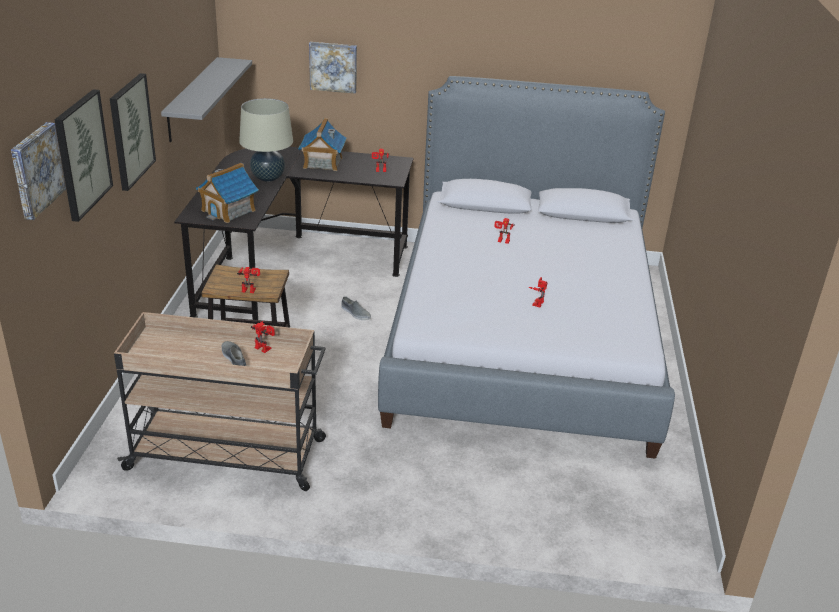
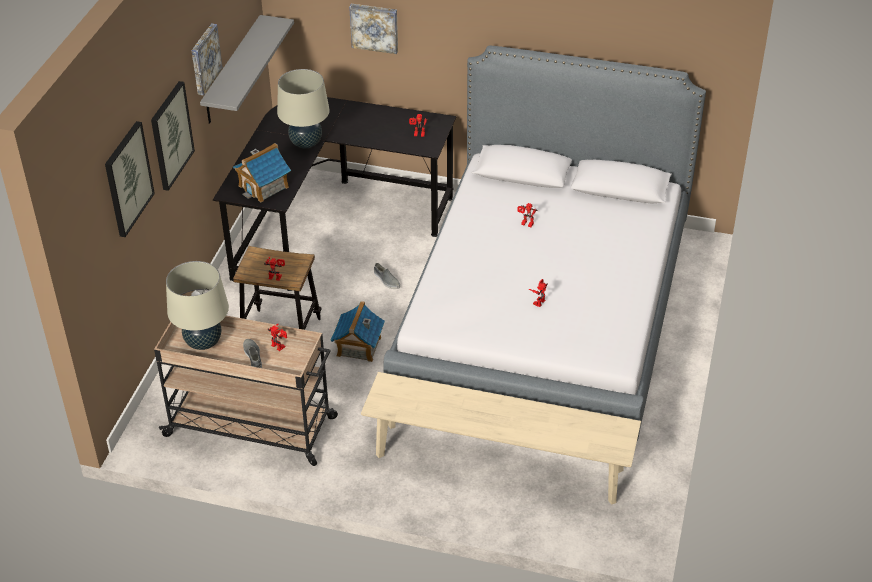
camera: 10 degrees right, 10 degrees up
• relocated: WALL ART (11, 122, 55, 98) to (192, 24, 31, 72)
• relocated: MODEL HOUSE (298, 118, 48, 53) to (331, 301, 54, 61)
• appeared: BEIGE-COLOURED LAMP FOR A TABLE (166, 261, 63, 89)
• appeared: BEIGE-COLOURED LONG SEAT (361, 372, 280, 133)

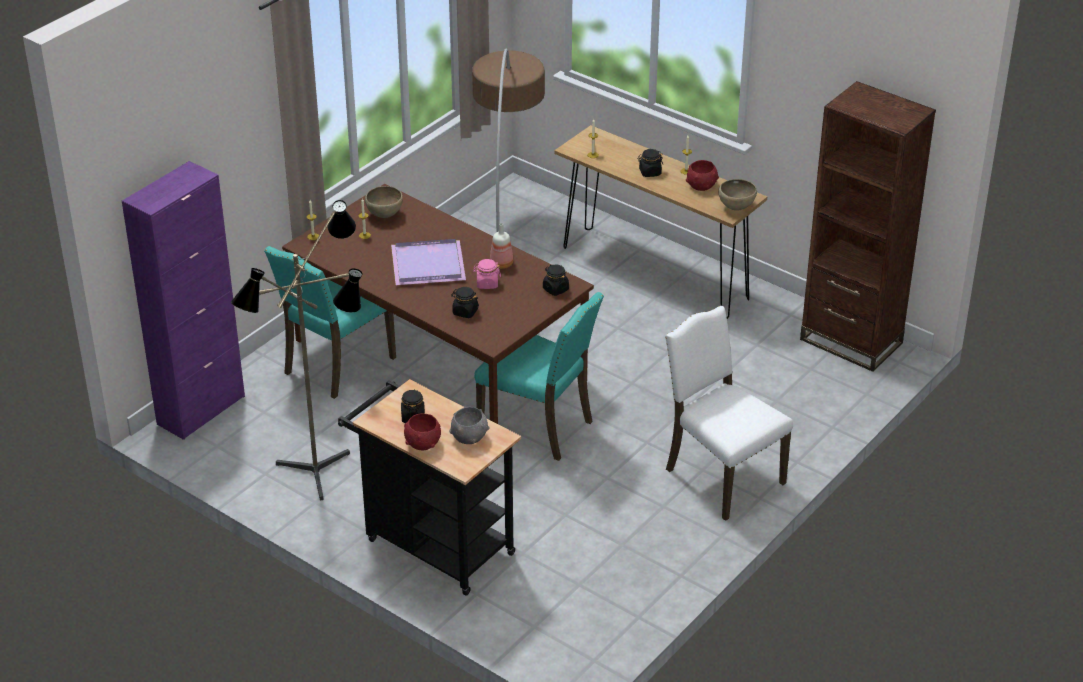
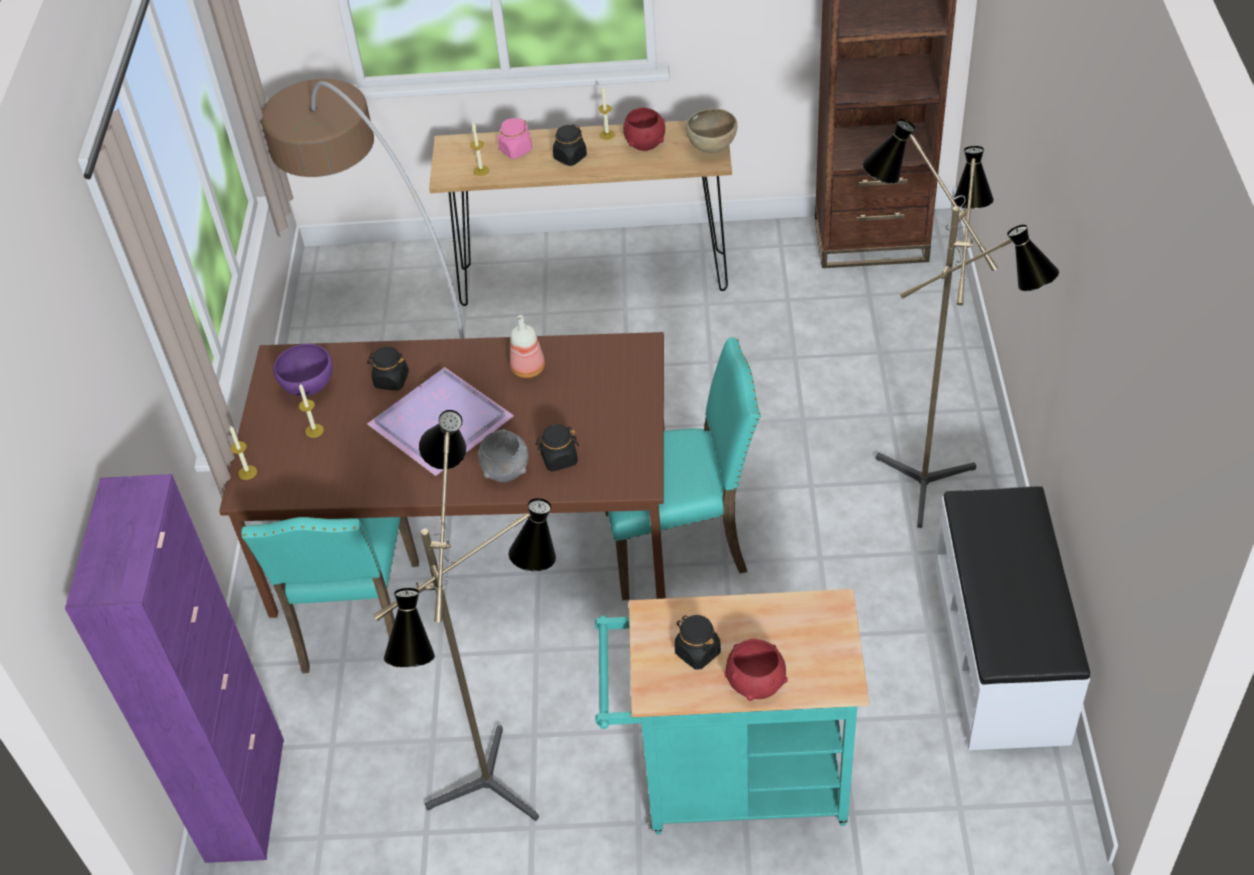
camera: 35 degrees left, 10 degrees up
• colour: BLACK CART (338, 379, 183, 217) to TURQUOISE CART (595, 589, 274, 245)
• colour: BROWN DEEP DISH (365, 186, 38, 32) to PURPLE DEEP DISH (273, 344, 60, 52)
• relocated: GREYISH DEEP DISH (449, 407, 41, 37) to (478, 429, 51, 53)
• relocated: PINK PRESERVE JAR (473, 259, 28, 30) to (497, 118, 35, 41)
• relocated: BLACK PRESERVE JAR (543, 265, 26, 31) to (367, 347, 42, 43)
• exchanged: WHITISH CHAIR (665, 306, 128, 215) to STANDARD LAMP (862, 119, 197, 409)
• appeared: WHITISH LONG SEAT (934, 486, 156, 264)

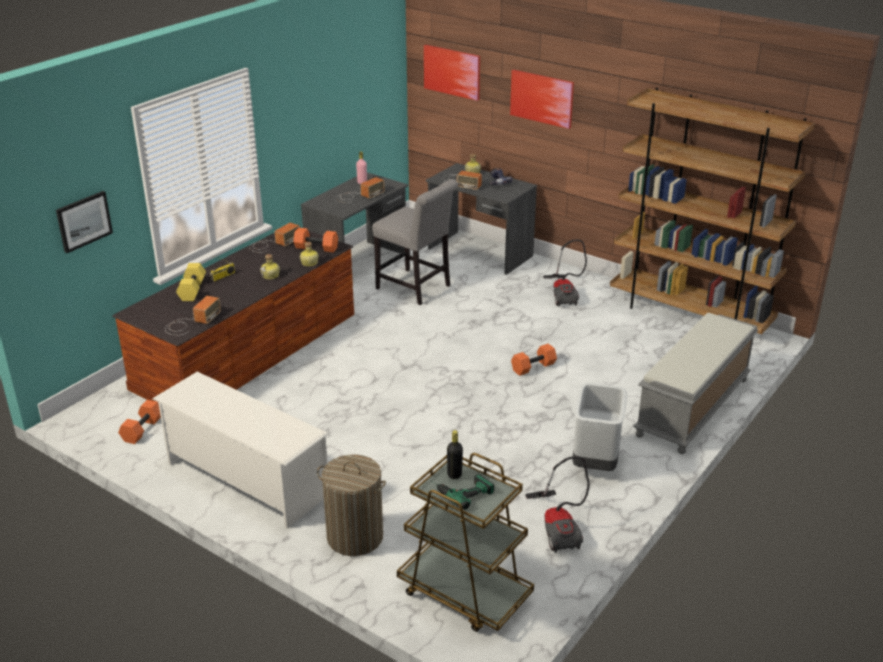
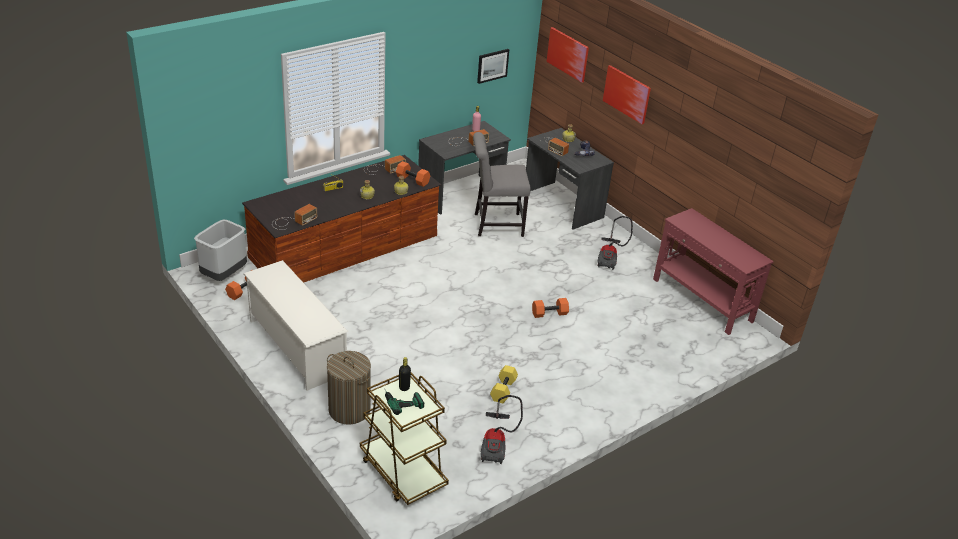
camera: 15 degrees right, 5 degrees up
• relocated: WALL ART (56, 191, 57, 62) to (477, 49, 32, 35)
• relocated: YELLOWISH DUMBBELL (176, 263, 30, 38) to (490, 365, 28, 38)
• spun: GREYISH CHAIR (372, 179, 86, 126) = (473, 132, 58, 105) 120 degrees clockwise
• relocated: GREYISH RUBBISH BIN (573, 383, 54, 88) to (194, 219, 53, 62)
• exchanged: BROWN SHELVING UNIT (610, 88, 205, 246) to RED HALL TABLE (653, 208, 121, 127)
• missing: GREYISH LONG SEAT (633, 313, 125, 141)

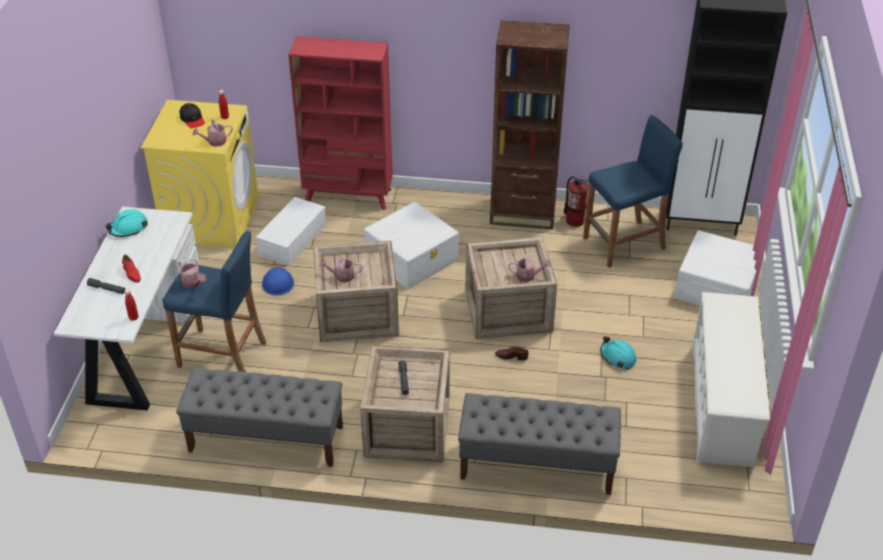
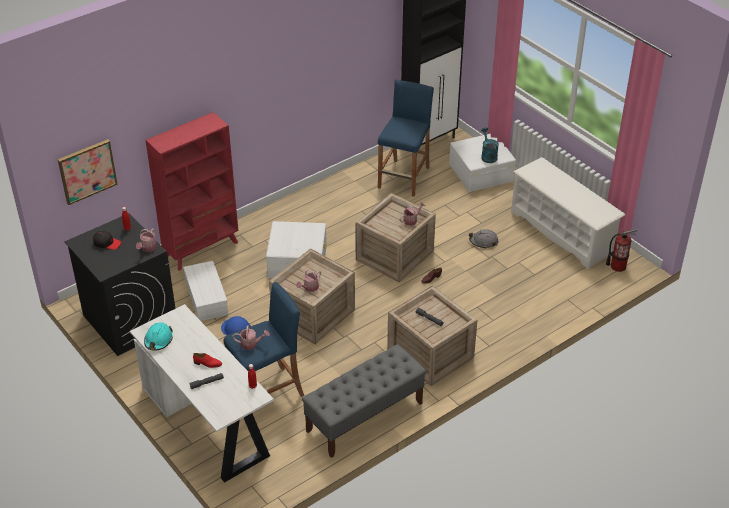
camera: 45 degrees left, 0 degrees up
• colour: YELLOWISH LAUNDRY APPLIANCE (141, 100, 118, 148) to BLACK LAUNDRY APPLIANCE (64, 213, 112, 143)
• missing: GREYISH LONG SEAT (458, 393, 163, 102)
• missing: BROWN SHELVING UNIT (490, 20, 80, 209)
• relocated: FIRE EXTINGUISHER (564, 176, 25, 51) to (606, 229, 31, 43)
• colour: TURQUOISE WORK HELMET (601, 336, 36, 33) to GREYISH WORK HELMET (469, 229, 29, 19)
• appeared: WALL ART (58, 139, 60, 66)
• appeared: TURQUOISE SPRINKLING CAN (481, 127, 18, 36)

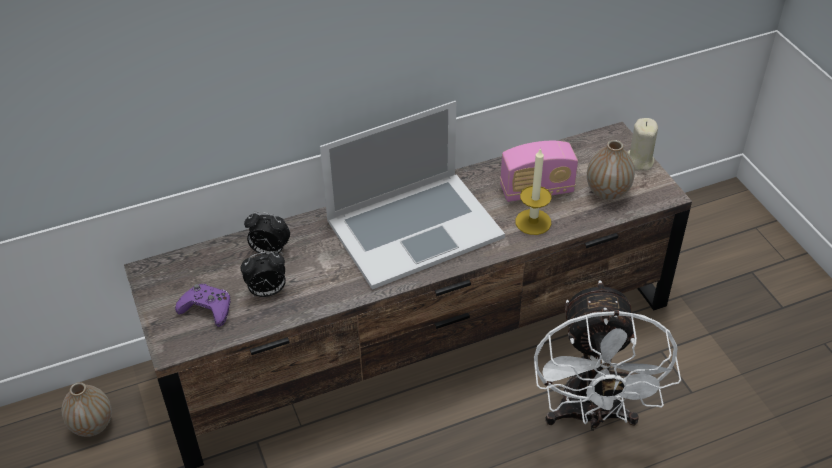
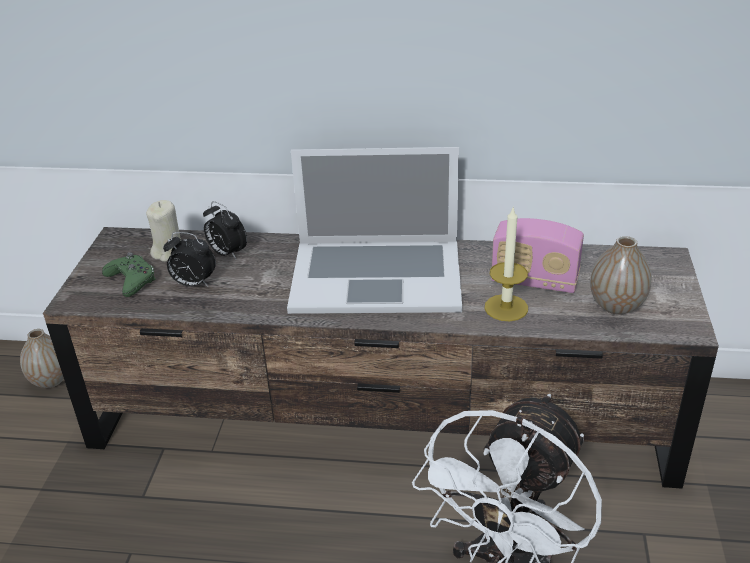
camera: 30 degrees right, 10 degrees down
• colour: PURPLE GAME CONTROLLER (175, 284, 56, 43) to GREEN GAME CONTROLLER (102, 253, 54, 44)
• relocated: BEIGE-COLOURED CANDLE (628, 118, 30, 52) to (146, 200, 35, 62)

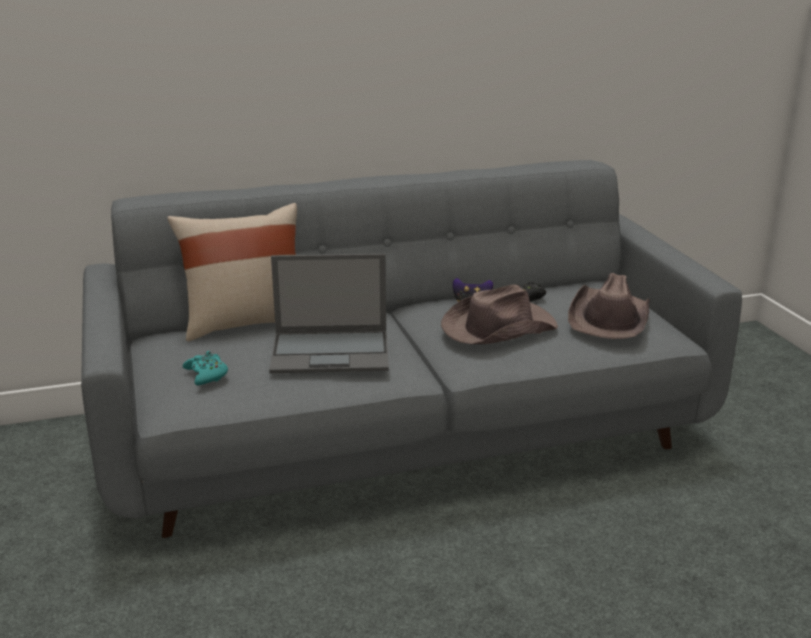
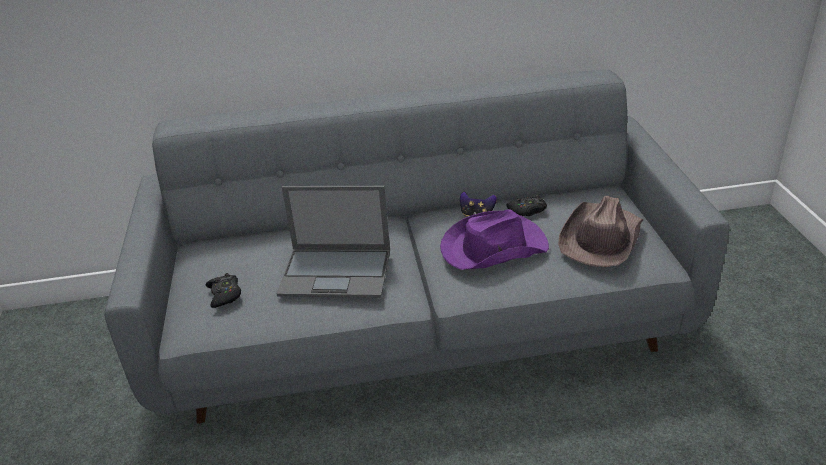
camera: 10 degrees right, 10 degrees up
• missing: BEIGE-COLOURED THROW PILLOW (167, 203, 130, 138)
• colour: TURQUOISE GAME CONTROLLER (182, 351, 46, 34) to BLACK GAME CONTROLLER (205, 273, 36, 35)
• colour: BROWN CLOTHING HAT (441, 284, 117, 60) to PURPLE CLOTHING HAT (440, 209, 109, 61)

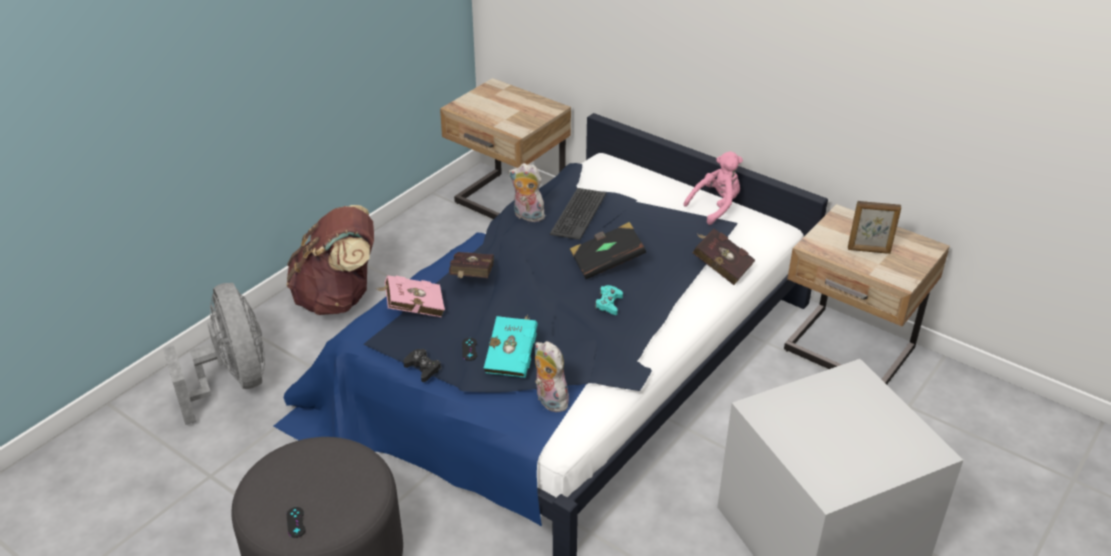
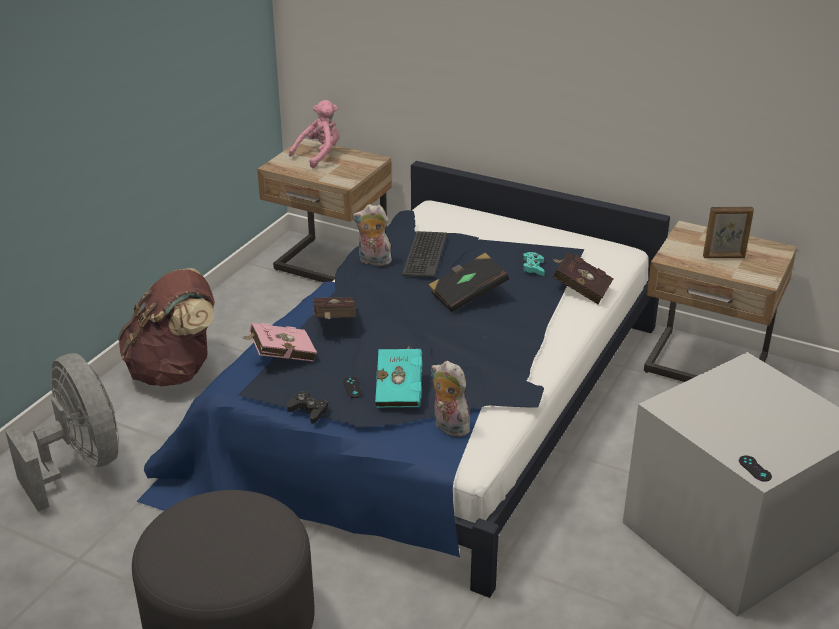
camera: 10 degrees left, 5 degrees down
• relocated: BLACK GAME CONTROLLER (287, 507, 19, 31) to (739, 455, 33, 27)
• relocated: TURQUOISE GAME CONTROLLER (595, 285, 28, 30) to (523, 252, 22, 24)
• relocated: PINK CUDDLY TOY (683, 151, 60, 74) to (289, 100, 50, 68)

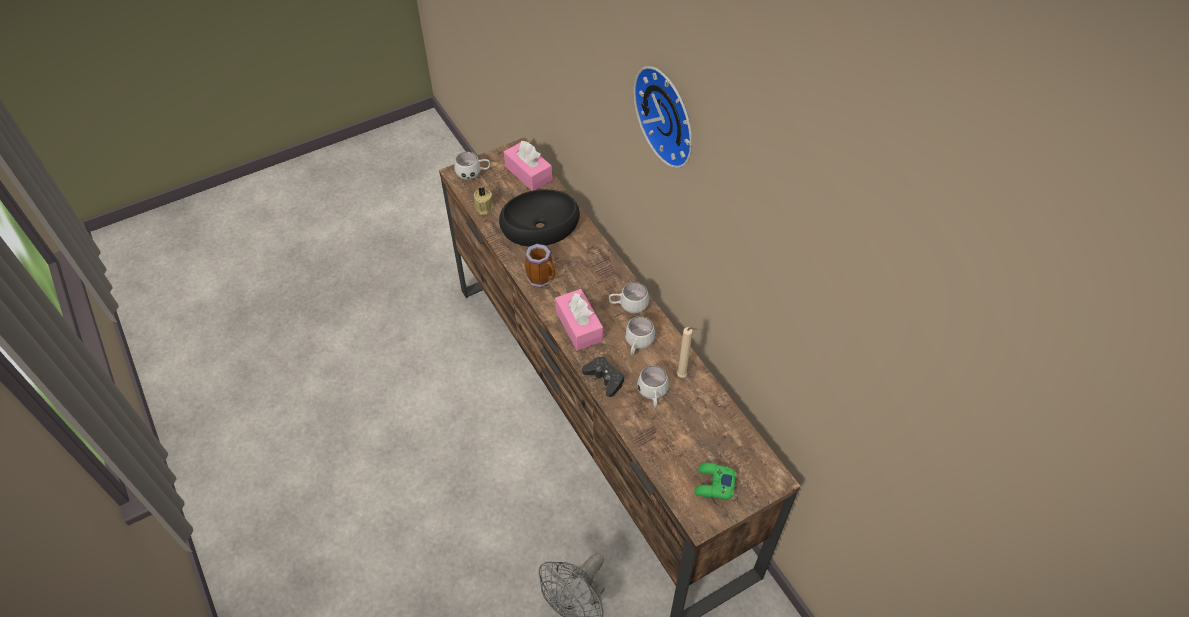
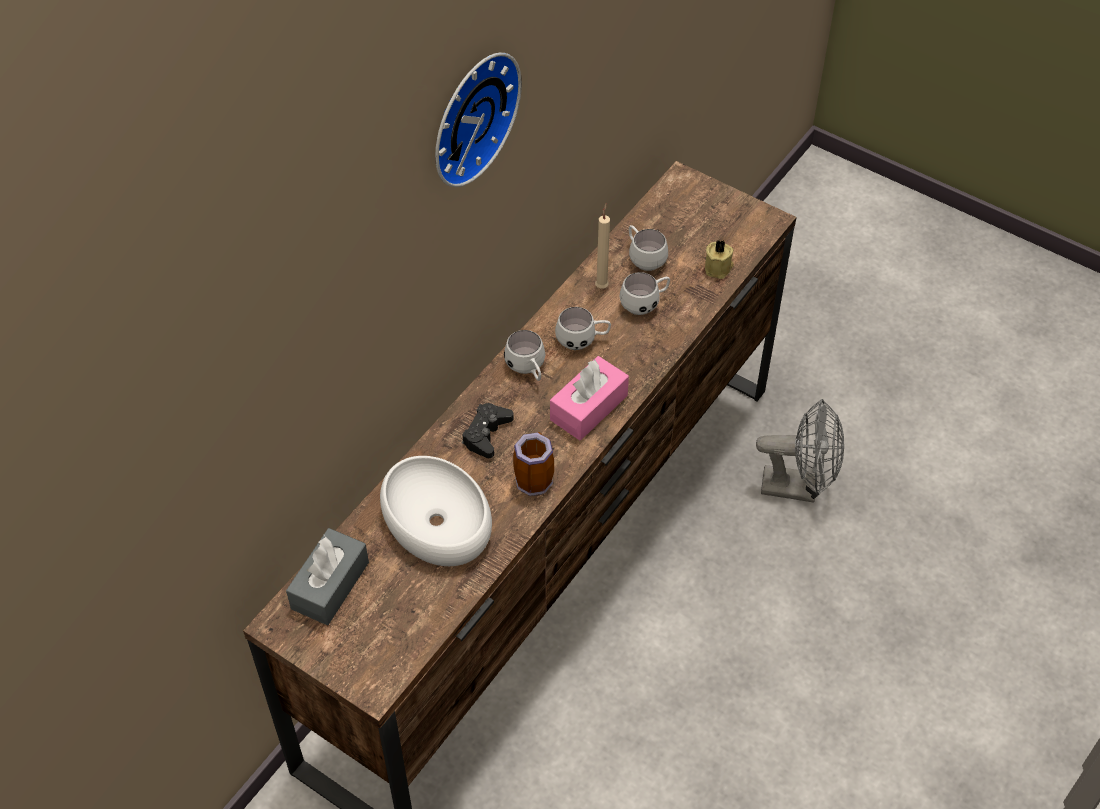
camera: 115 degrees left, 0 degrees up
• relocated: WHITISH TEA MUG (454, 152, 36, 28) to (629, 225, 39, 46)
• relocated: BEIGE-COLOURED CANDLE (474, 186, 20, 29) to (705, 240, 29, 39)
• colour: BLACK DEEP DISH (499, 189, 81, 58) to WHITISH DEEP DISH (380, 456, 112, 110)
• colour: PINK BOX OF TISSUES (504, 140, 48, 51) to GREYISH BOX OF TISSUES (286, 528, 83, 97)
• relocated: BLACK GAME CONTROLLER (582, 356, 43, 41) to (462, 403, 52, 55)
• missing: GREEN GAME CONTROLLER (694, 462, 43, 38)

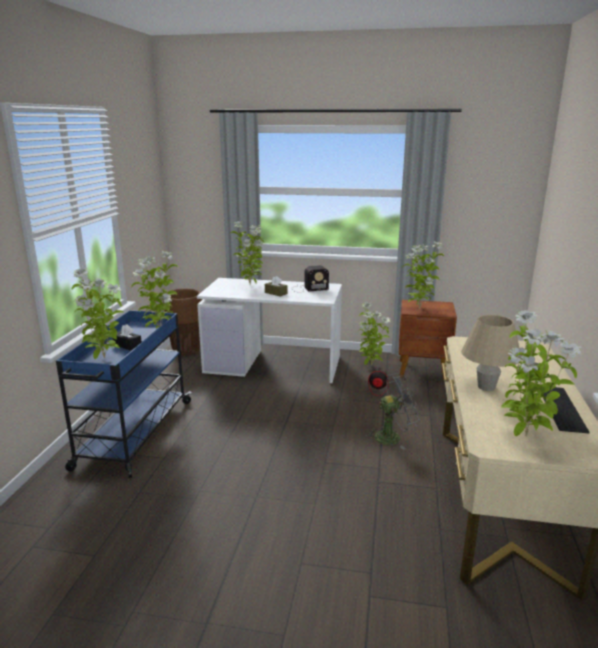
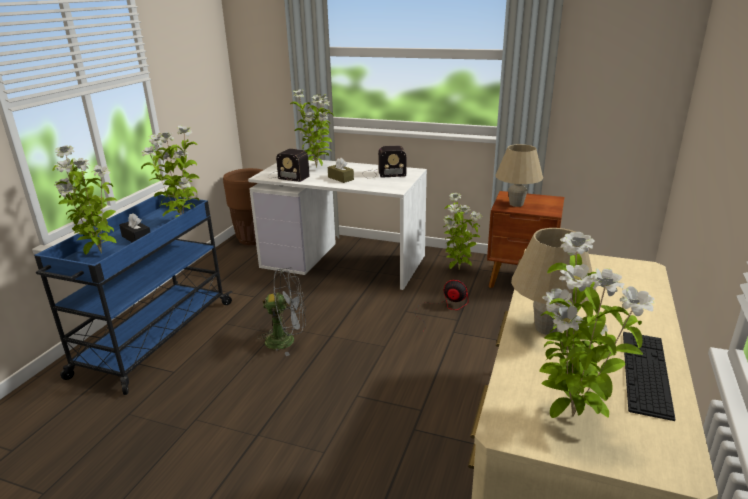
camera: 10 degrees right, 5 degrees up
• relocated: GREYISH FAN (367, 373, 52, 77) to (257, 268, 49, 88)
• exchanged: HOUSEPLANT (402, 241, 42, 68) to BEIGE-COLOURED LAMP FOR A TABLE (495, 144, 48, 63)
• appeared: RADIO (267, 149, 42, 33)

